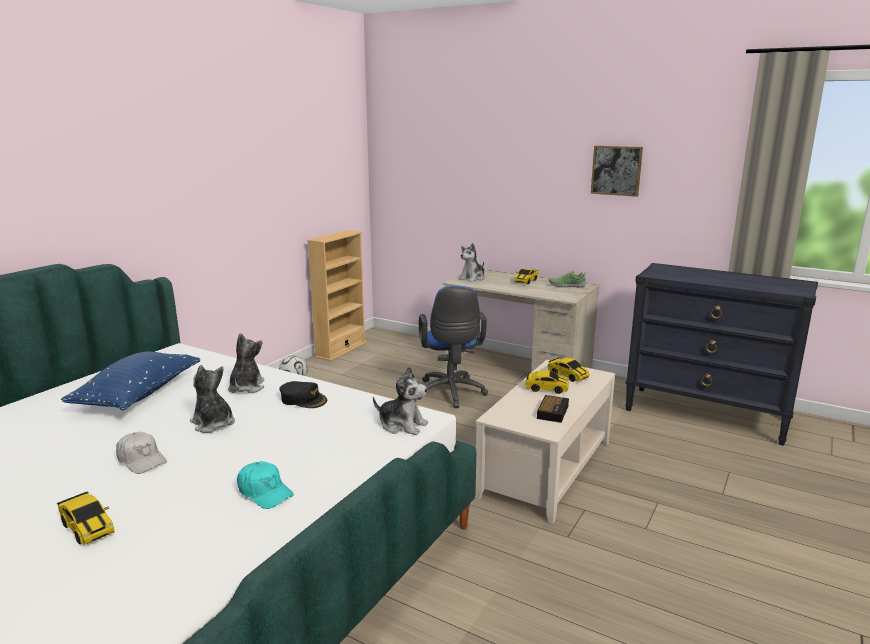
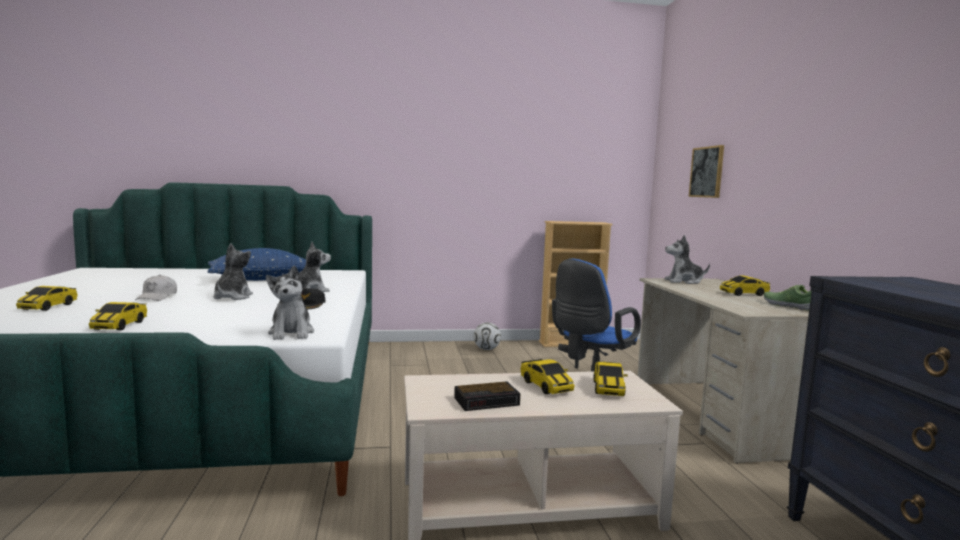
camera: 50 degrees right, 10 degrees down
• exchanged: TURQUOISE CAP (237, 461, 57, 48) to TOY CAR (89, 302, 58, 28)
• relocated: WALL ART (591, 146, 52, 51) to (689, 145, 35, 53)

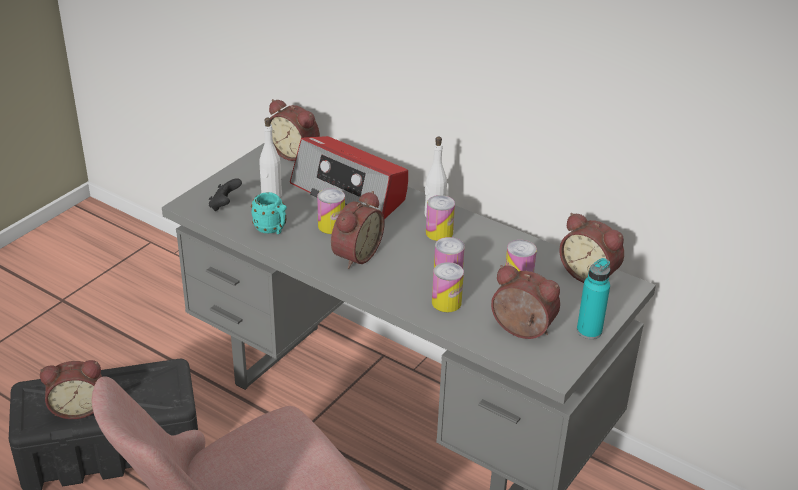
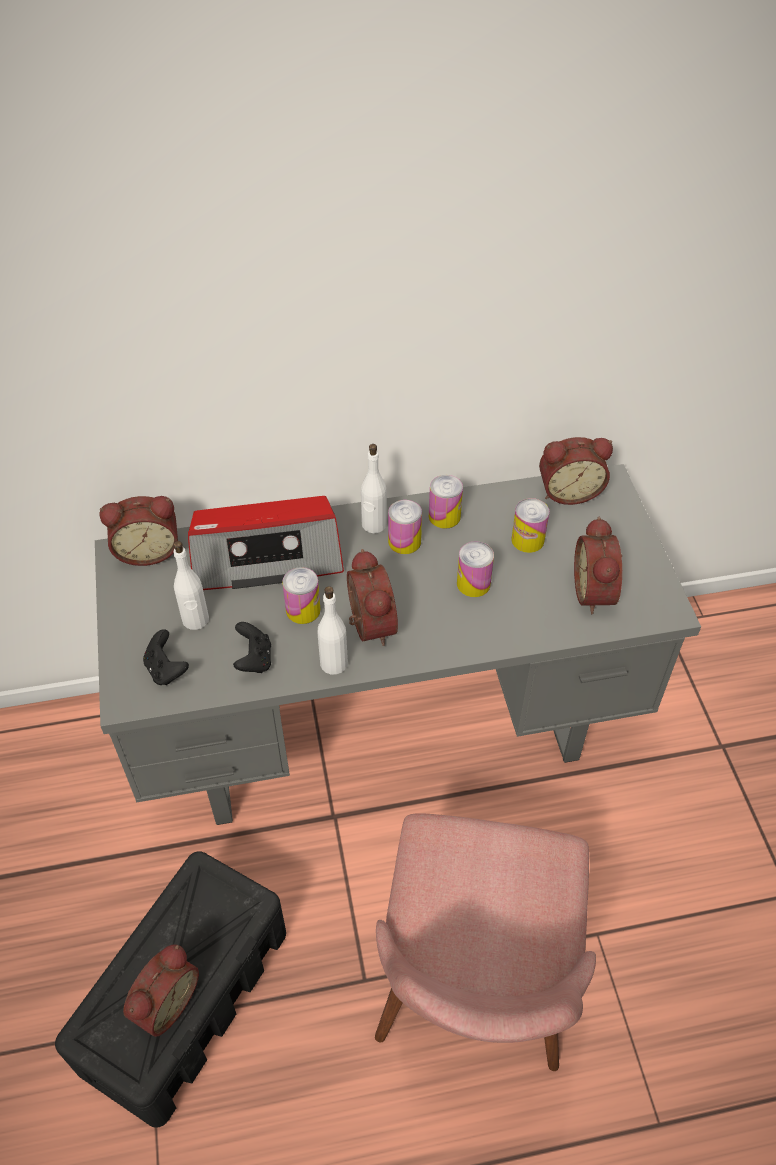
camera: 45 degrees left, 15 degrees up
• exchanged: TURQUOISE TEA MUG (251, 192, 36, 42) to BLACK GAME CONTROLLER (233, 622, 38, 51)
• relocated: CAN (432, 262, 32, 51) to (429, 475, 34, 54)
• spun: TABLE CLOCK (491, 265, 69, 74) = (574, 517, 48, 97) 75 degrees counterclockwise
• missing: TURQUOISE DRINK BOTTLE (577, 258, 33, 81)
• appeared: WHITISH DRINK BOTTLE (318, 586, 30, 89)

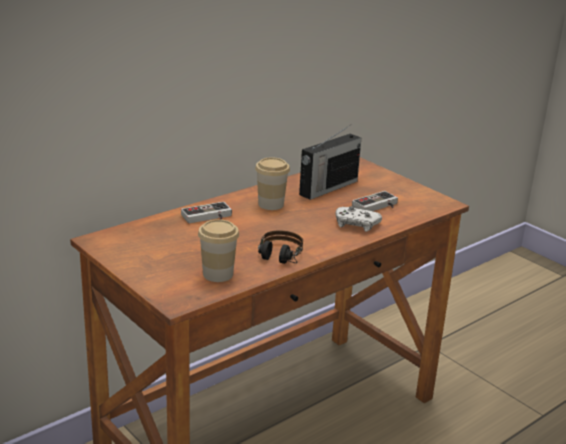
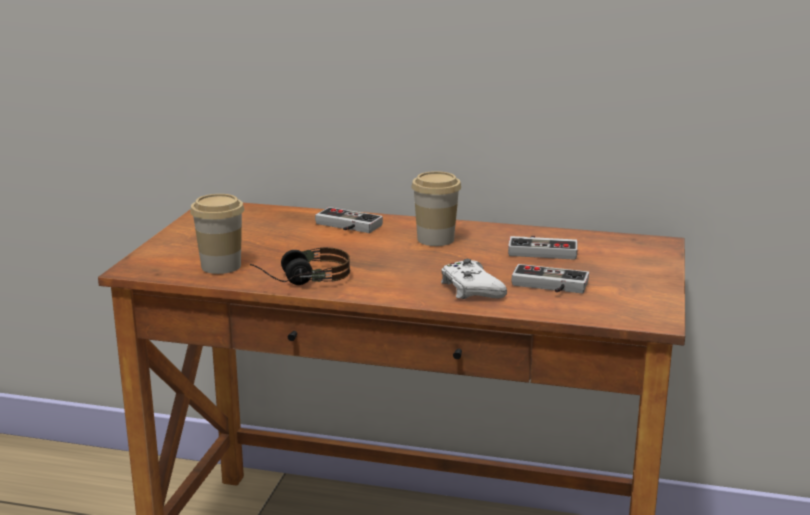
camera: 55 degrees right, 5 degrees down
• exchanged: RADIO (299, 126, 62, 74) to GAME CONTROLLER (508, 236, 70, 24)

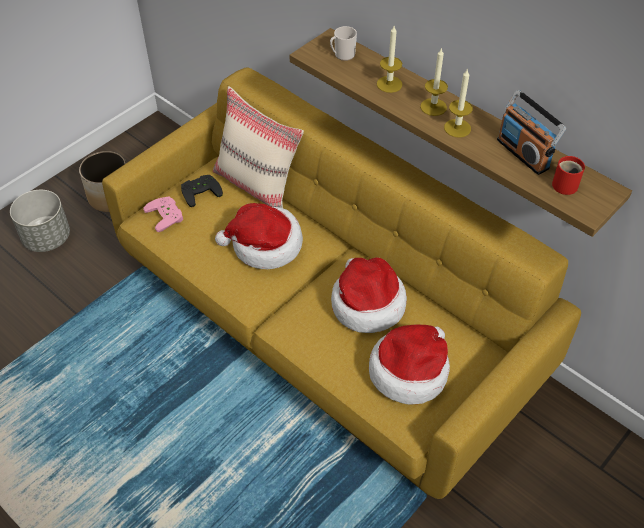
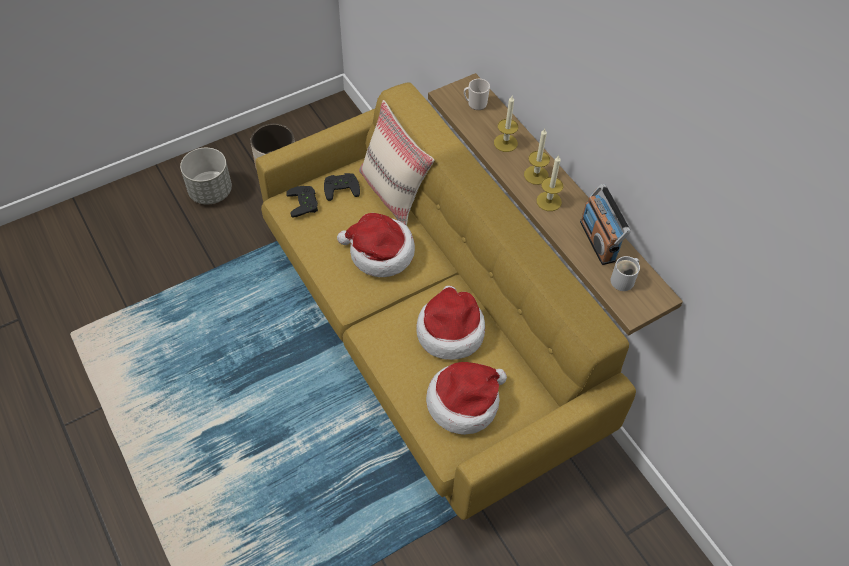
camera: 15 degrees right, 5 degrees up
• colour: PINK GAME CONTROLLER (143, 196, 40, 36) to BLACK GAME CONTROLLER (286, 186, 32, 32)
• colour: RED TEA MUG (552, 156, 33, 39) to WHITISH TEA MUG (610, 256, 30, 35)

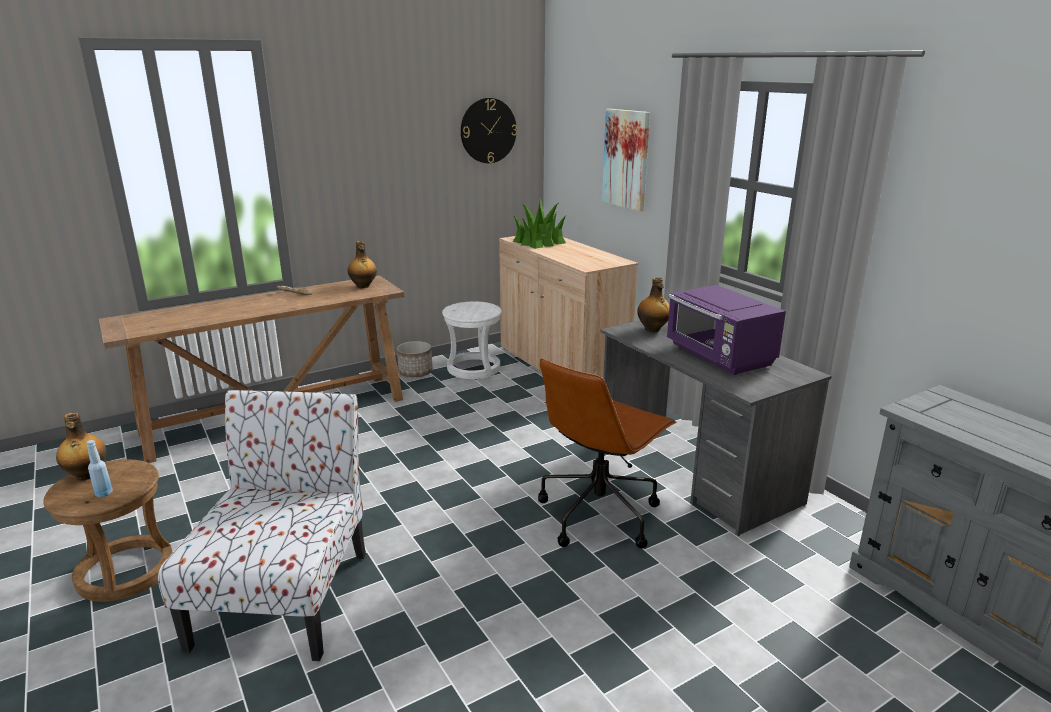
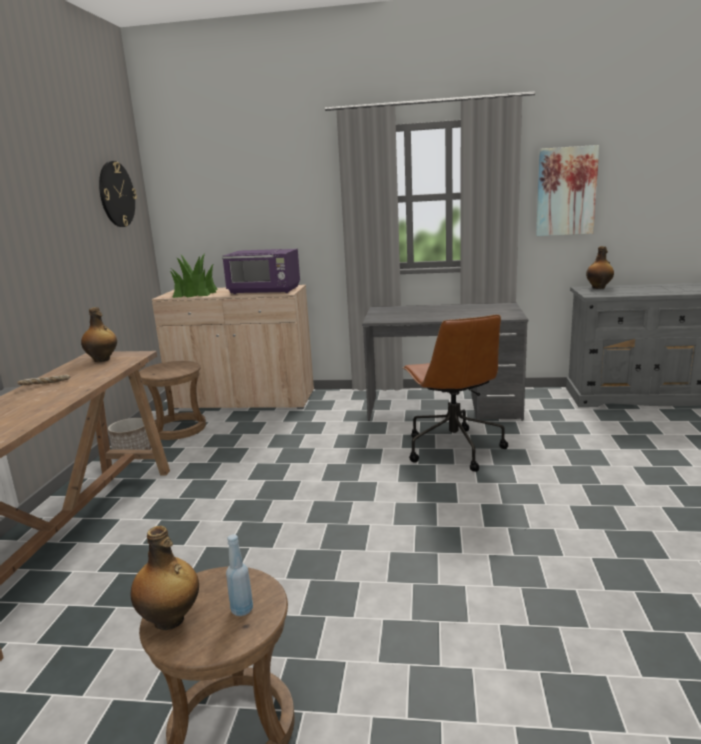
camera: 50 degrees left, 5 degrees down
• missing: CHAIR (158, 390, 208, 271)
• colour: WHITISH STOOL (442, 302, 60, 77) to BROWN STOOL (139, 361, 67, 79)
• relocated: WALL ART (602, 109, 48, 102) to (536, 145, 63, 91)
• relocated: DRINK BOTTLE (637, 277, 33, 55) to (586, 246, 28, 43)
• relocated: PURPLE KITCHEN MICROWAVE (667, 285, 119, 90) to (222, 249, 78, 45)

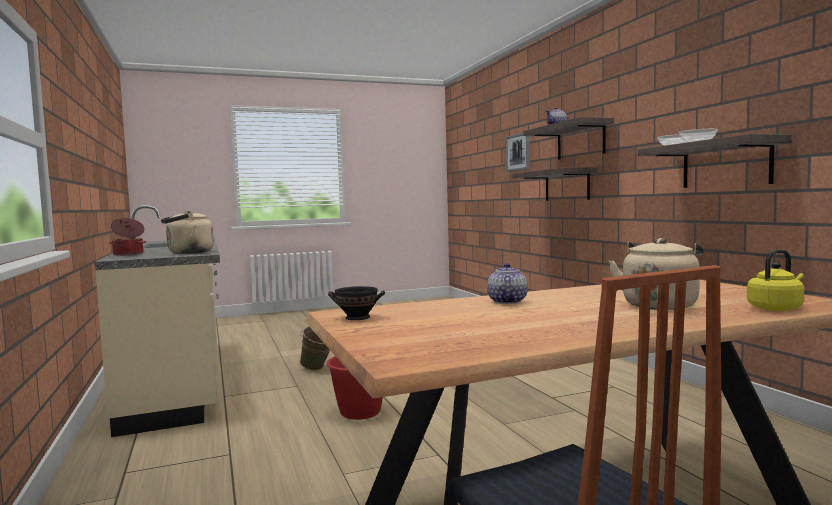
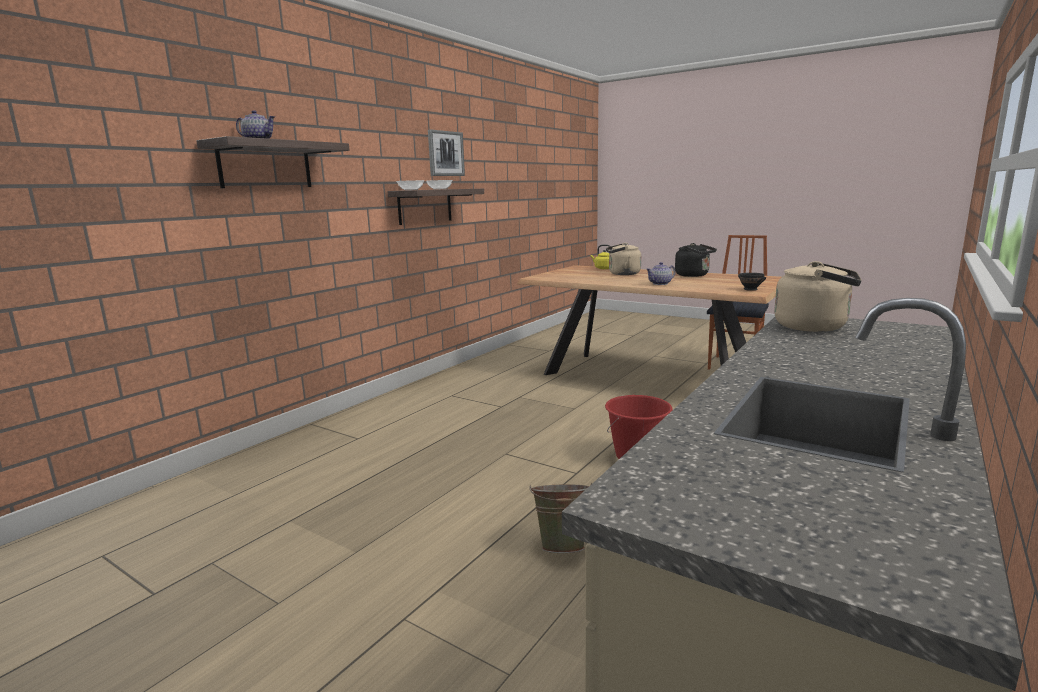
camera: 125 degrees left, 10 degrees up
• missing: COOKING POT (109, 218, 37, 38)
• relocated: WALL ART (506, 133, 24, 39) to (428, 129, 37, 47)
• missing: SHELF (512, 167, 85, 34)
• appeared: BLACK KETTLE (675, 243, 42, 34)

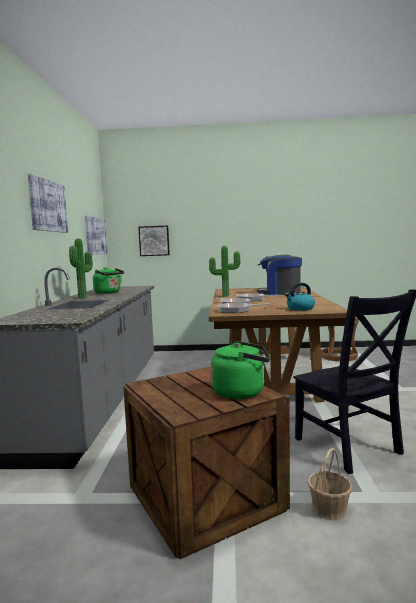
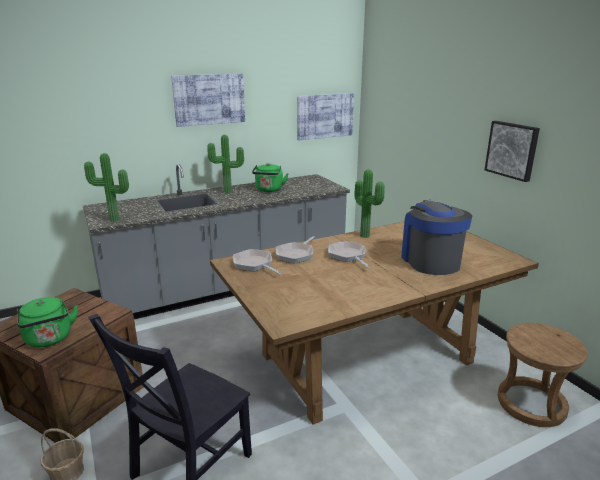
camera: 60 degrees right, 15 degrees up
• relocated: WALL ART (138, 225, 32, 31) to (485, 121, 55, 61)
• missing: KETTLE (285, 283, 30, 28)
• appeared: HOUSEPLANT (84, 153, 45, 69)

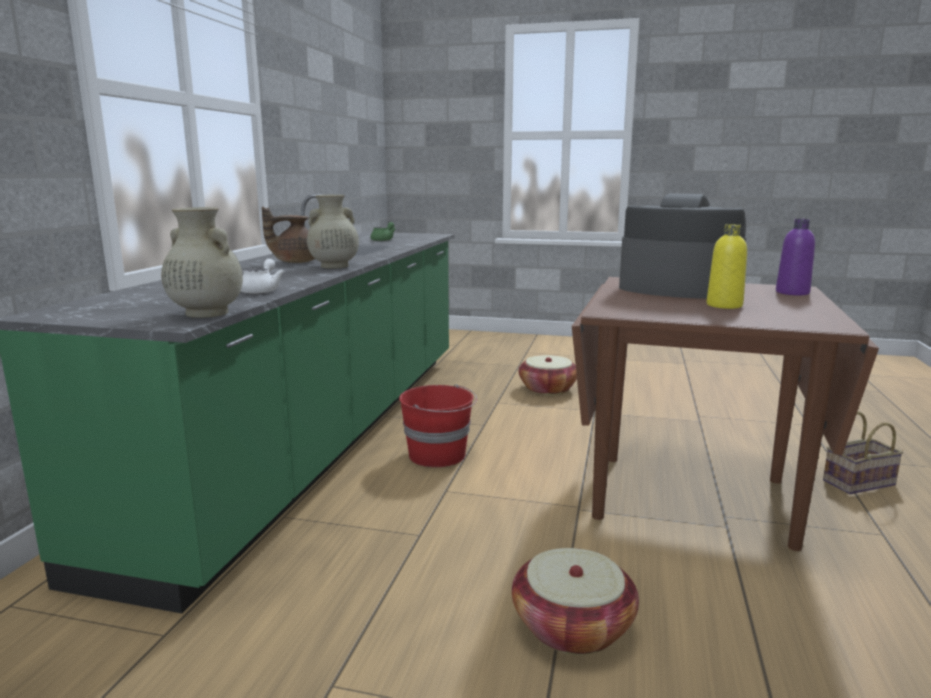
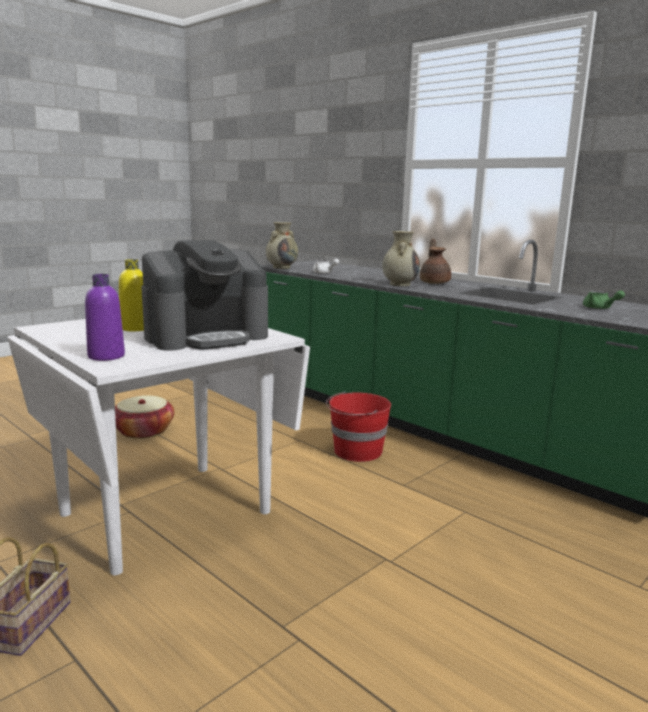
camera: 120 degrees right, 0 degrees up
• missing: BASKET (519, 355, 58, 40)
• colour: BROWN KITCHEN TABLE (572, 277, 307, 274) to WHITISH KITCHEN TABLE (7, 319, 303, 256)

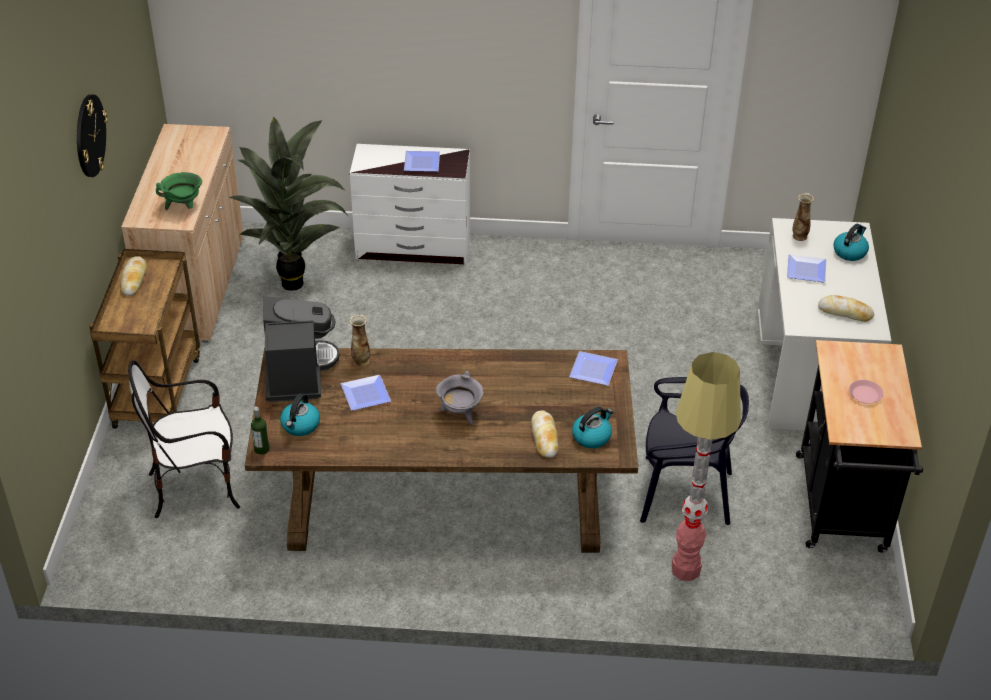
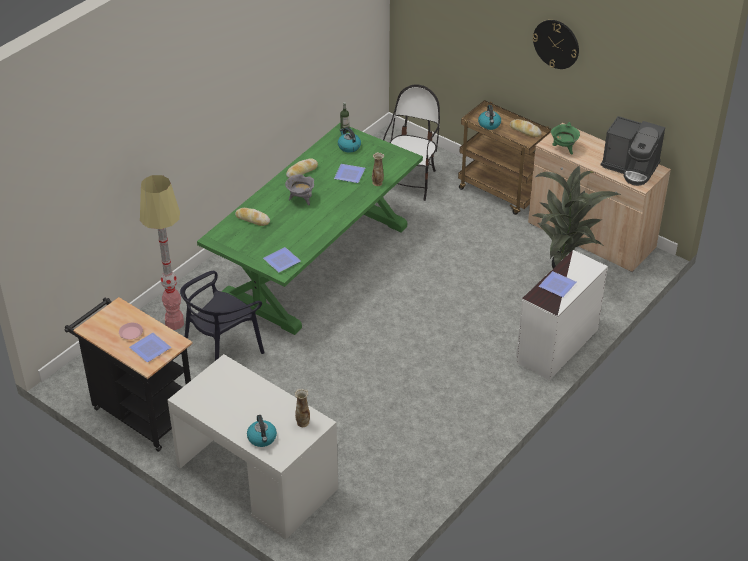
camera: 125 degrees right, 0 degrees up
• colour: BROWN KITCHEN TABLE (245, 348, 393, 205) to GREEN KITCHEN TABLE (197, 123, 226, 212)
• relocated: COFFEE BREWER (263, 296, 77, 106) to (601, 116, 64, 70)
• relocated: KETTLE (572, 407, 41, 41) to (478, 105, 23, 25)
• relocated: FLAT DISH (787, 254, 39, 28) to (129, 333, 42, 29)
• relocated: BAKERY BREAD (818, 295, 56, 27) to (286, 158, 32, 20)

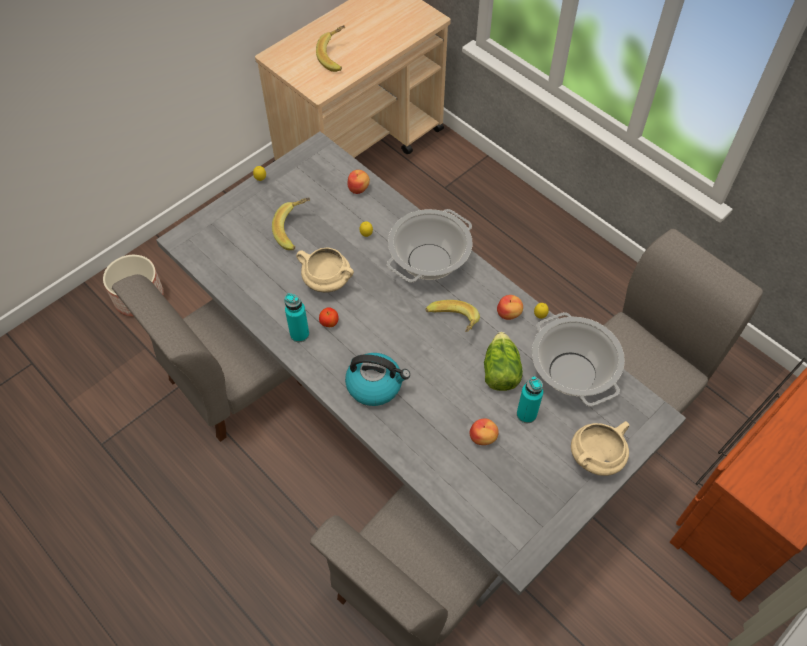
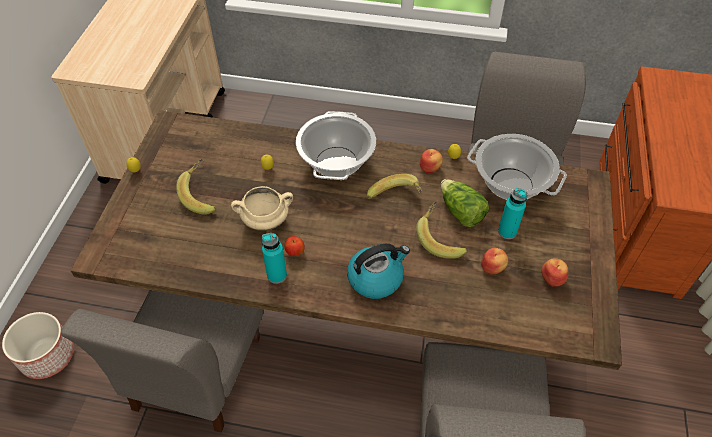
camera: 35 degrees left, 5 degrees down
• colour: GREYISH KITCHEN TABLE (156, 131, 530, 476) to BROWN KITCHEN TABLE (70, 110, 552, 260)
• relocated: BANANA (316, 25, 29, 47) to (416, 201, 51, 58)
• relocated: APPLE (347, 170, 23, 24) to (541, 258, 27, 29)
• missing: BEIGE-COLOURED COOKING POT (571, 421, 59, 55)

